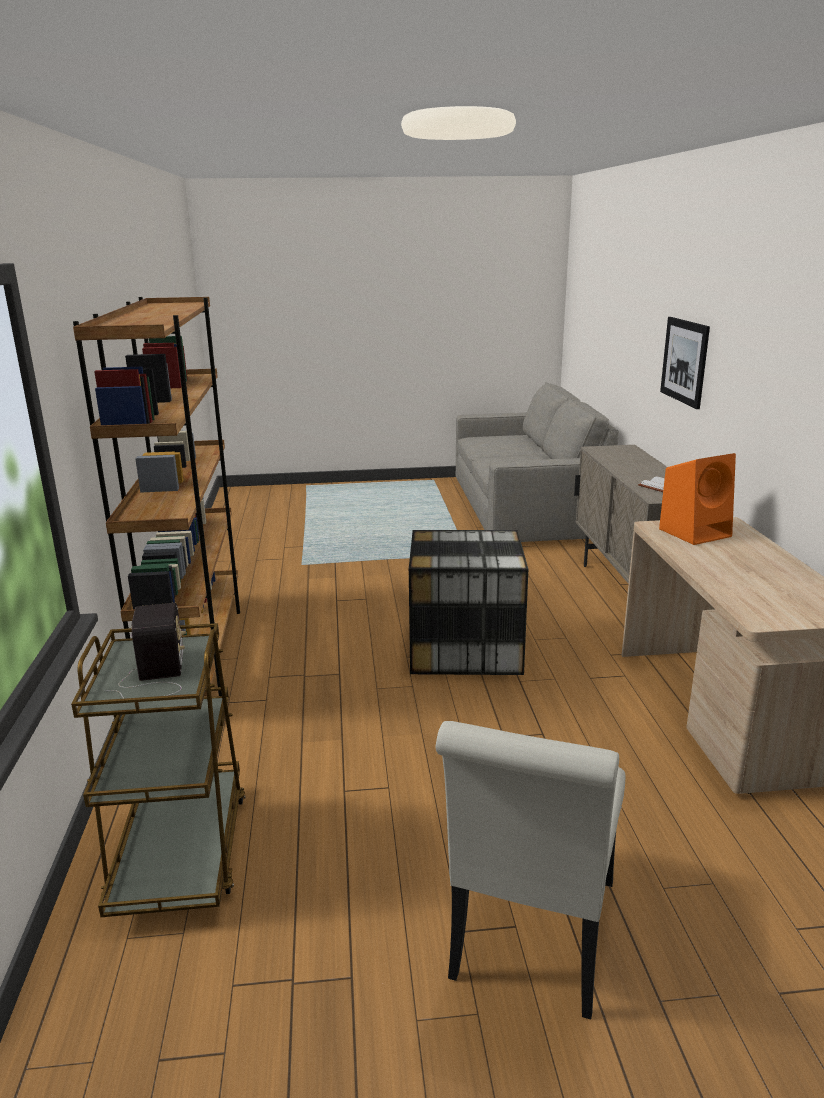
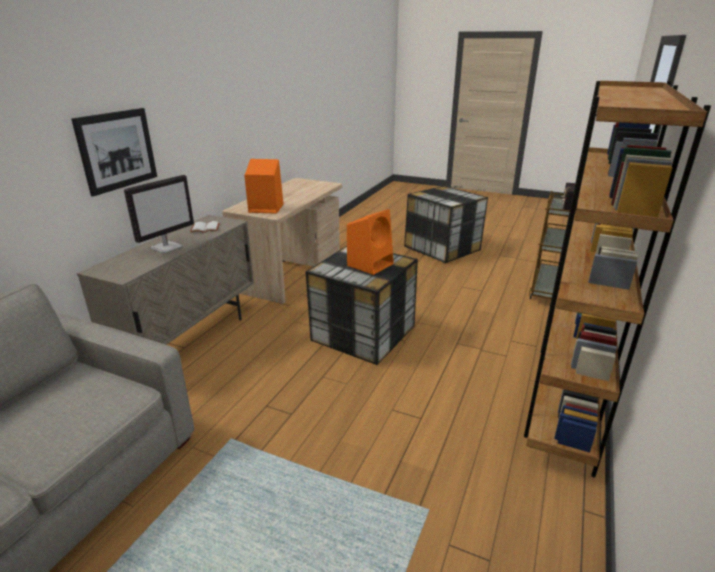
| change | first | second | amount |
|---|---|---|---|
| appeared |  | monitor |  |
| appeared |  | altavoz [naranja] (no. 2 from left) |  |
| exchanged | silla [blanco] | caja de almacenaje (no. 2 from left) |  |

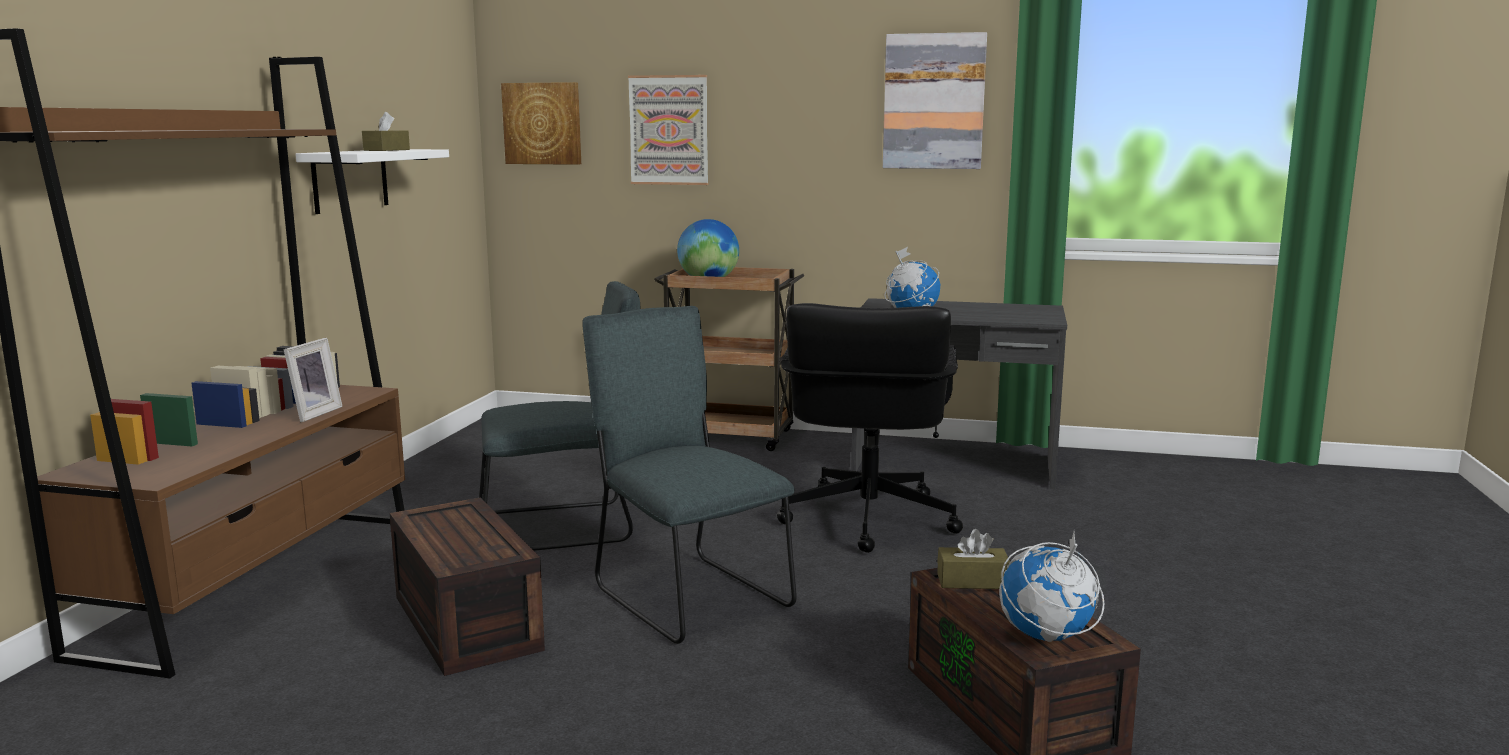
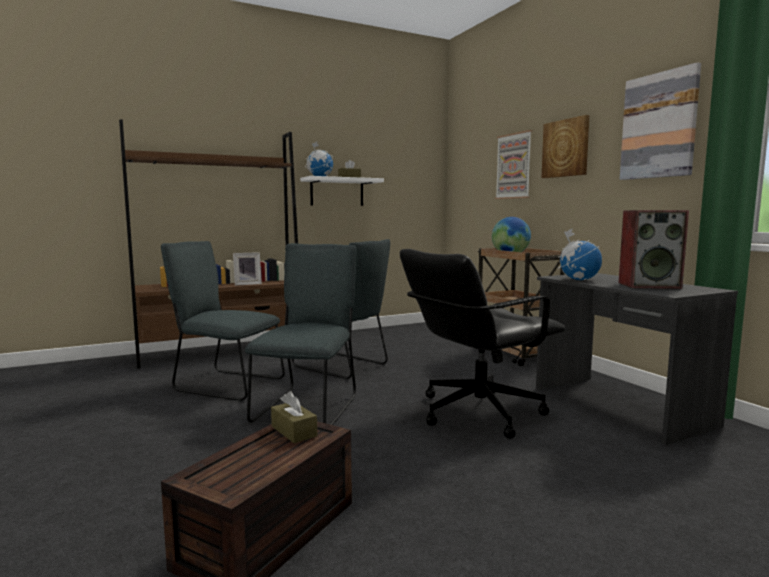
| change | first | second | amount |
|---|---|---|---|
| exchanged | caja de almacenaje [marrón] (no. 1 from left) | silla [gris] (no. 1 from left) |  |
| relocated | globo terráqueo (no. 3 from left in the first image) | globo terráqueo (no. 1 from left) |  |
| relocated | cuadro (no. 1 from left in the first image) | cuadro (no. 2 from left) |  |
| appeared |  | altavoz |  |

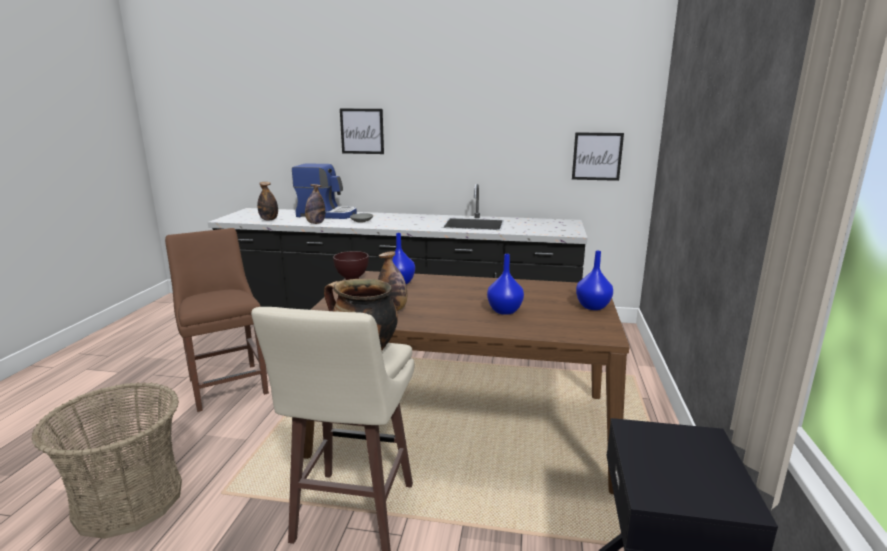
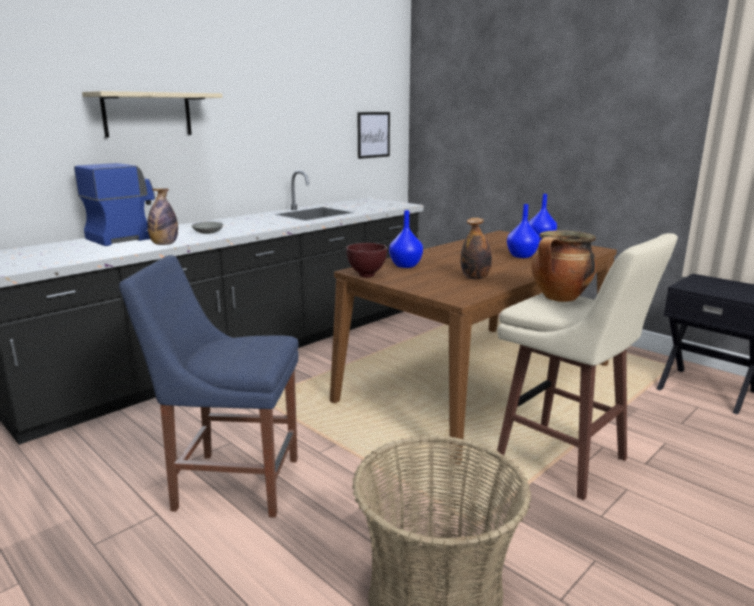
| change | first | second | amount |
|---|---|---|---|
| exchanged | cuadro (no. 1 from left) | estante [beis] |  |
| colour | silla [marrón] | silla [azul] |  |
| missing | botella (no. 1 from left) |  |  |

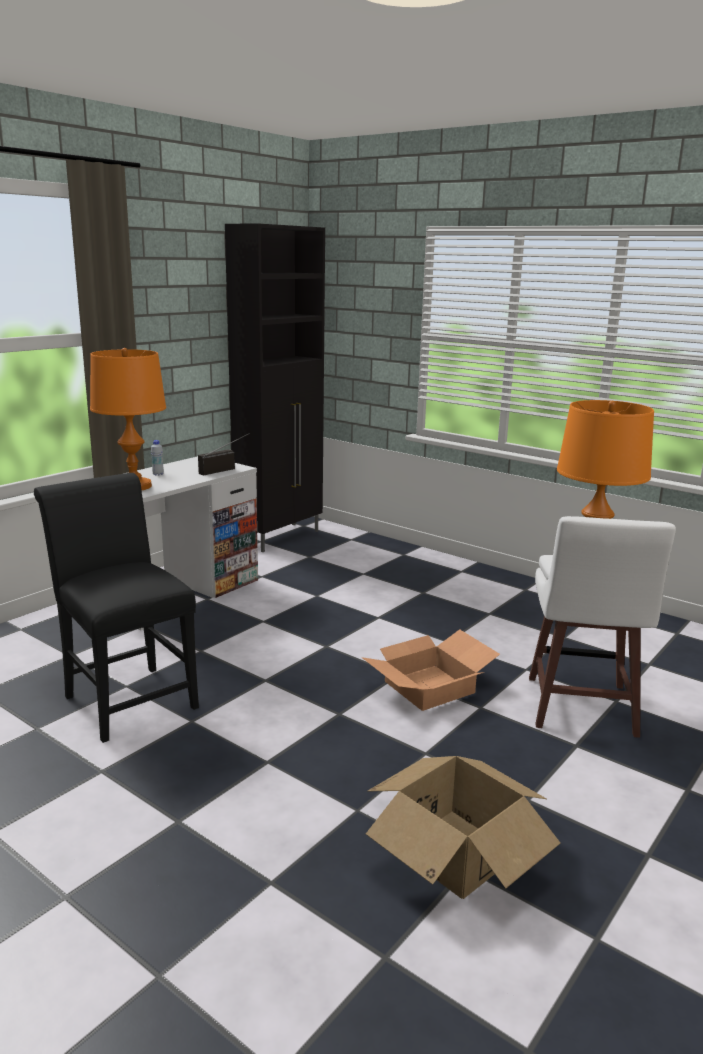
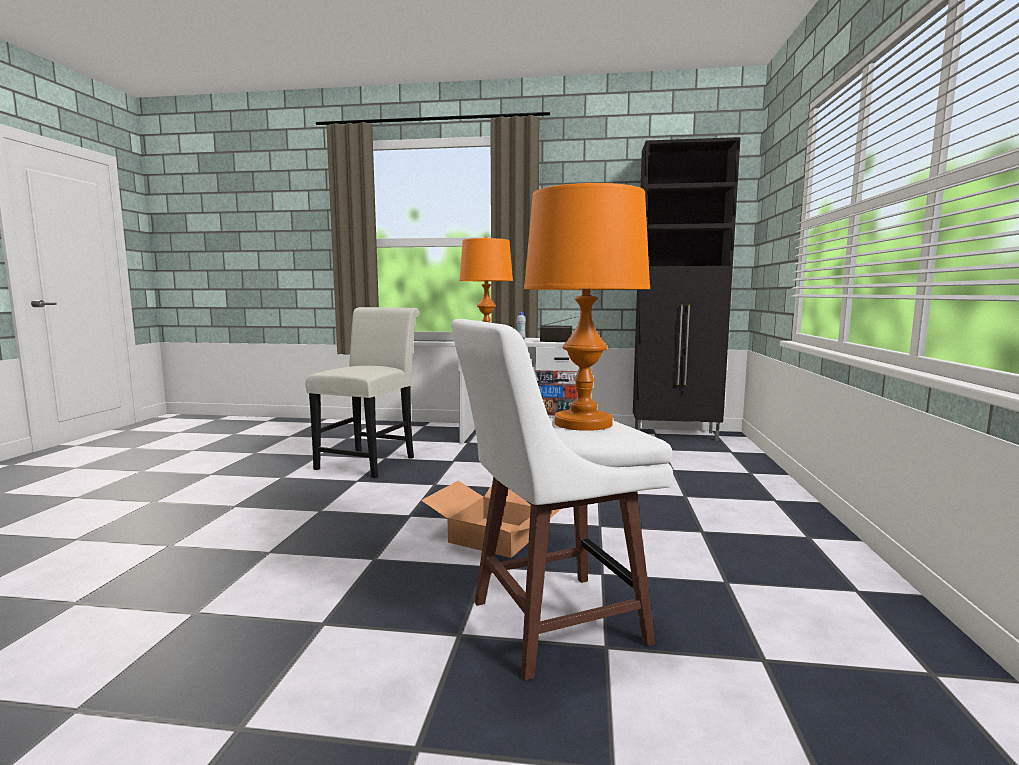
| change | first | second | amount |
|---|---|---|---|
| colour | silla [negro] | silla [blanco] |  |
| missing | caja de cartón (no. 2 from left) |  |  |

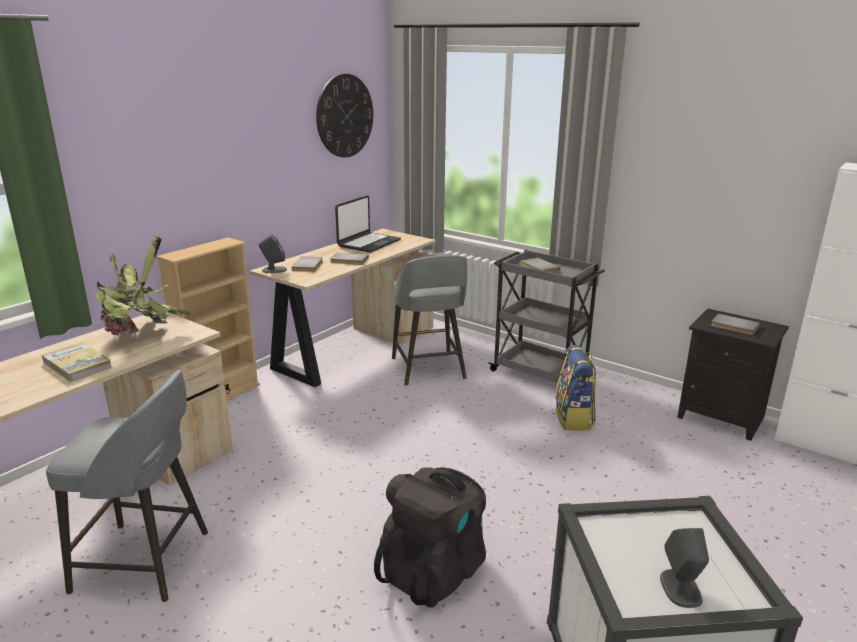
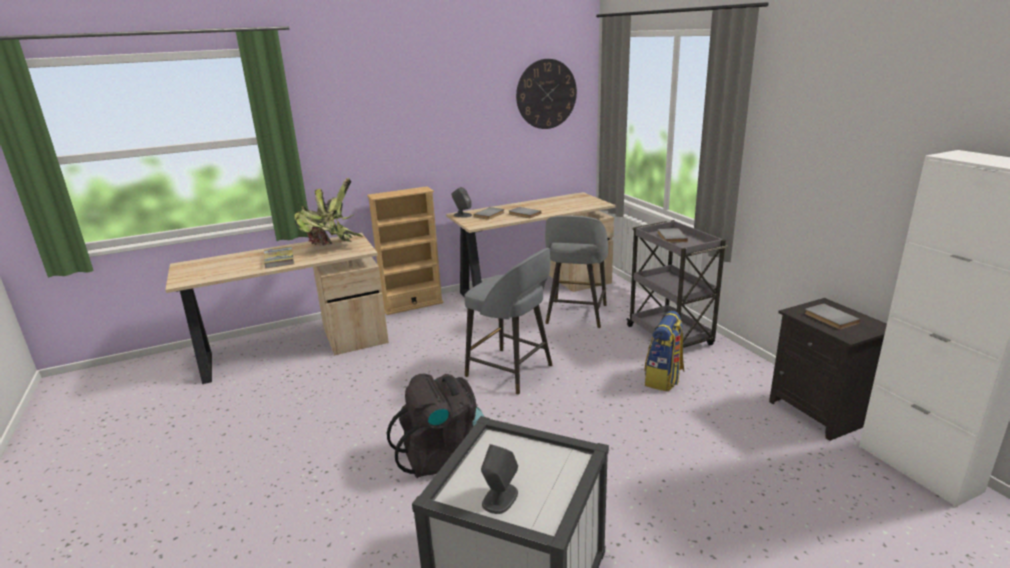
| change | first | second | amount |
|---|---|---|---|
| relocated | taburete [gris] (no. 1 from left) |  |  |
| missing | portátil |  |  |

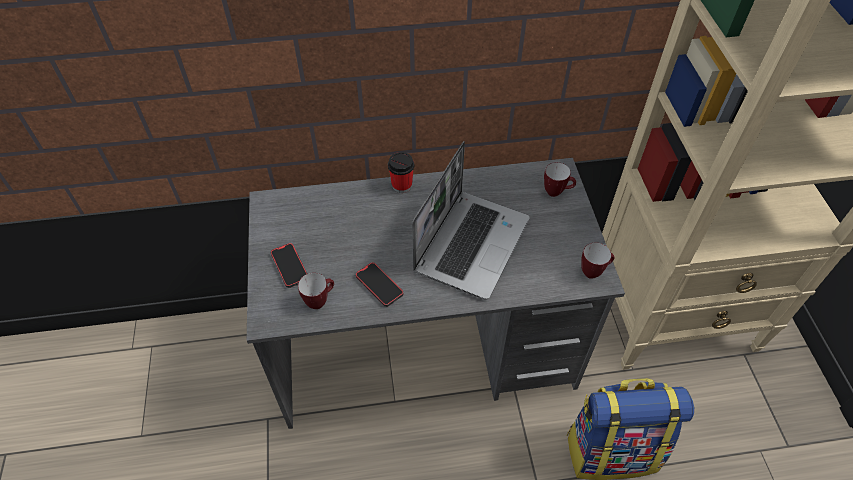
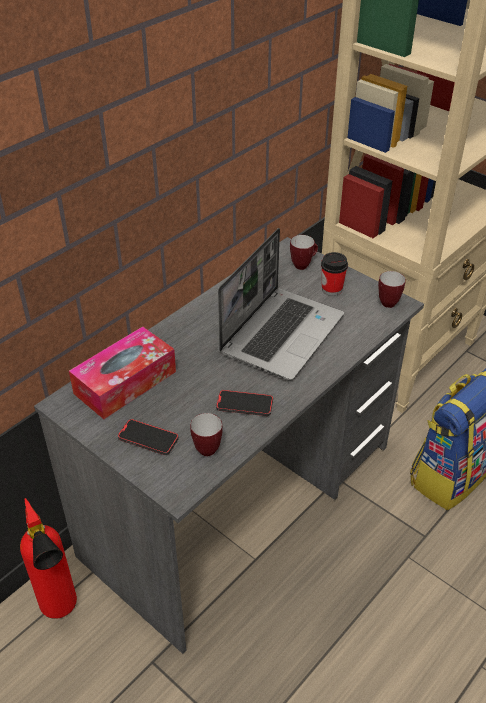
| change | first | second | amount |
|---|---|---|---|
| appeared |  | extintor |  |
| appeared |  | caja de pañuelos |  |
| spun | portátil |  | 45 degrees clockwise |
| relocated | taza |  |  |

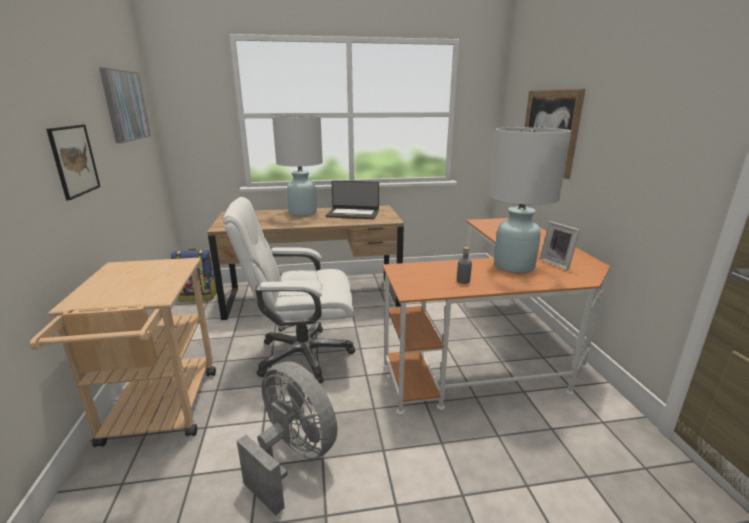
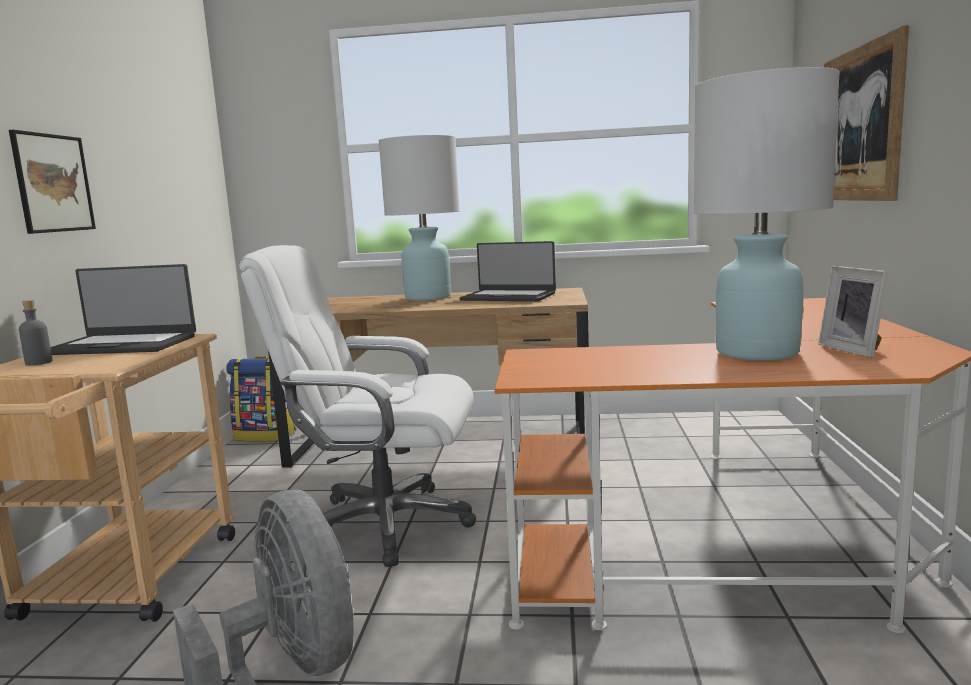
| change | first | second | amount |
|---|---|---|---|
| relocated | botella [gris] |  |  |
| appeared |  | portátil (no. 1 from left) |  |
| missing | cuadro (no. 2 from left) |  |  |

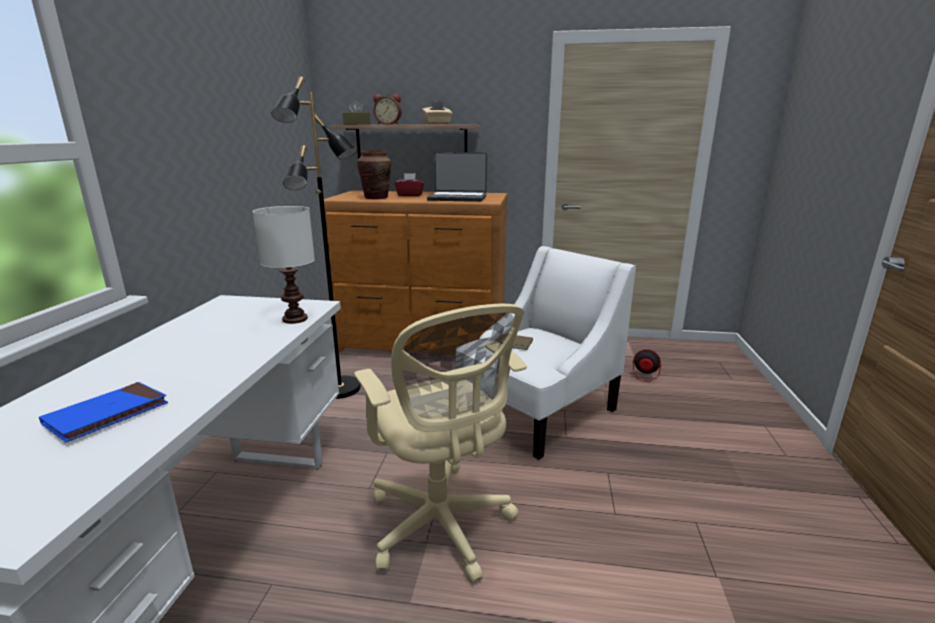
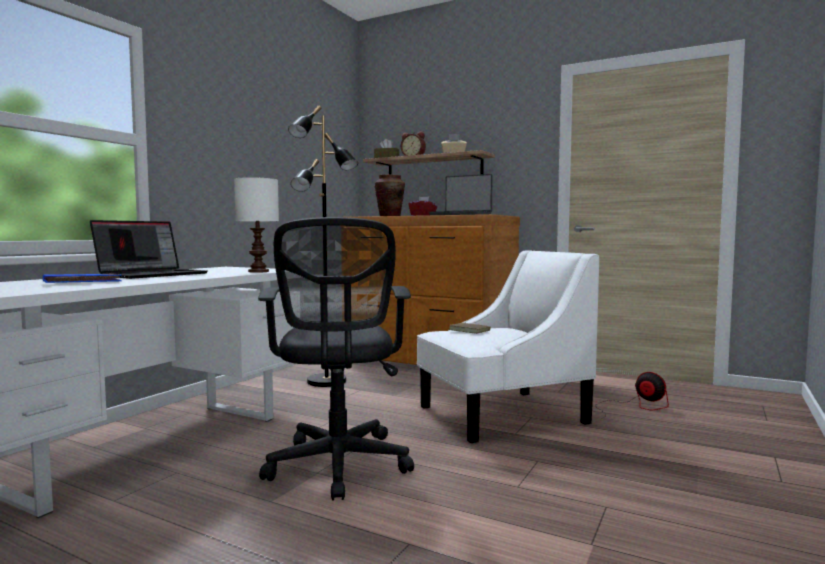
| change | first | second | amount |
|---|---|---|---|
| appeared |  | portátil (no. 1 from left) |  |
| colour | silla de oficina [beis] | silla de oficina [negro] |  |

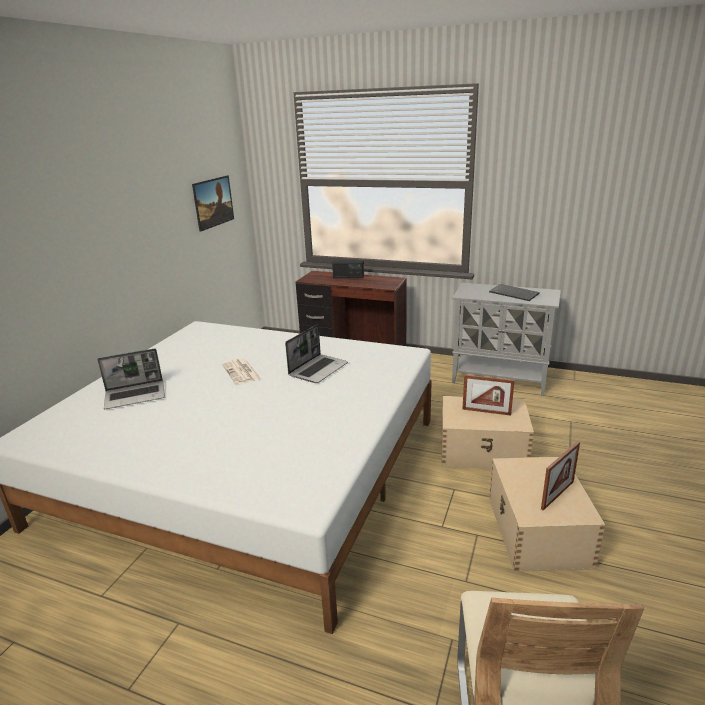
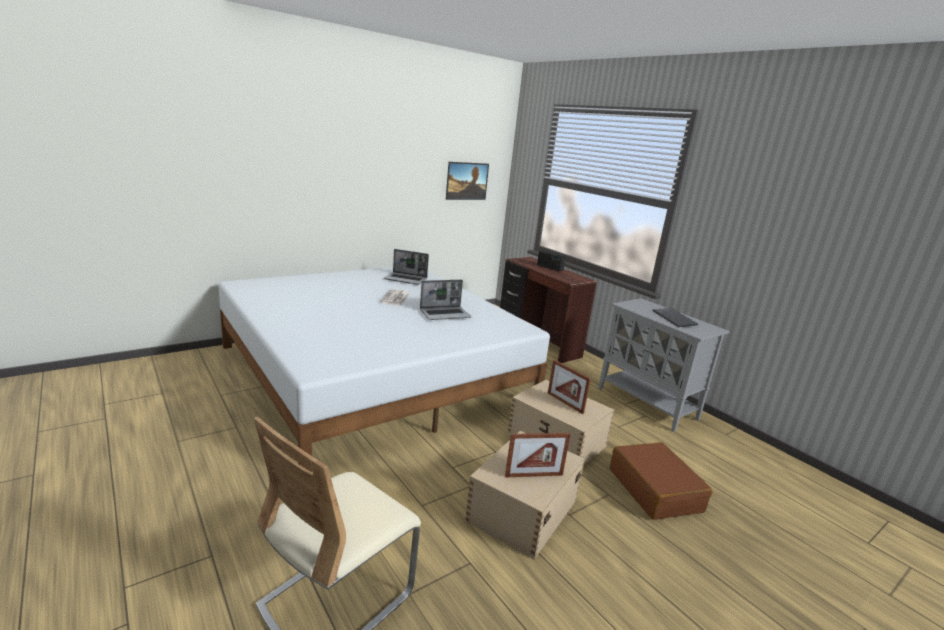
| change | first | second | amount |
|---|---|---|---|
| relocated | portátil (no. 1 from left) |  |  |
| appeared |  | maleta [marrón] |  |

